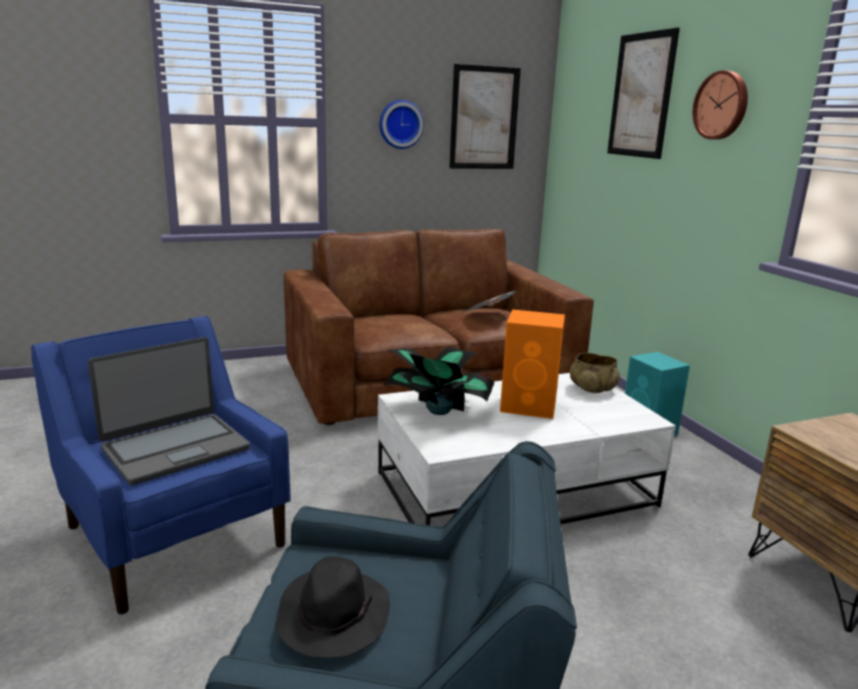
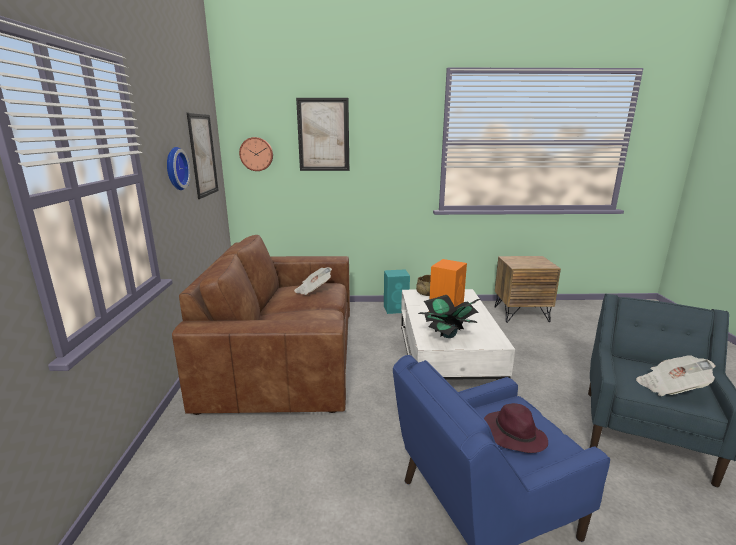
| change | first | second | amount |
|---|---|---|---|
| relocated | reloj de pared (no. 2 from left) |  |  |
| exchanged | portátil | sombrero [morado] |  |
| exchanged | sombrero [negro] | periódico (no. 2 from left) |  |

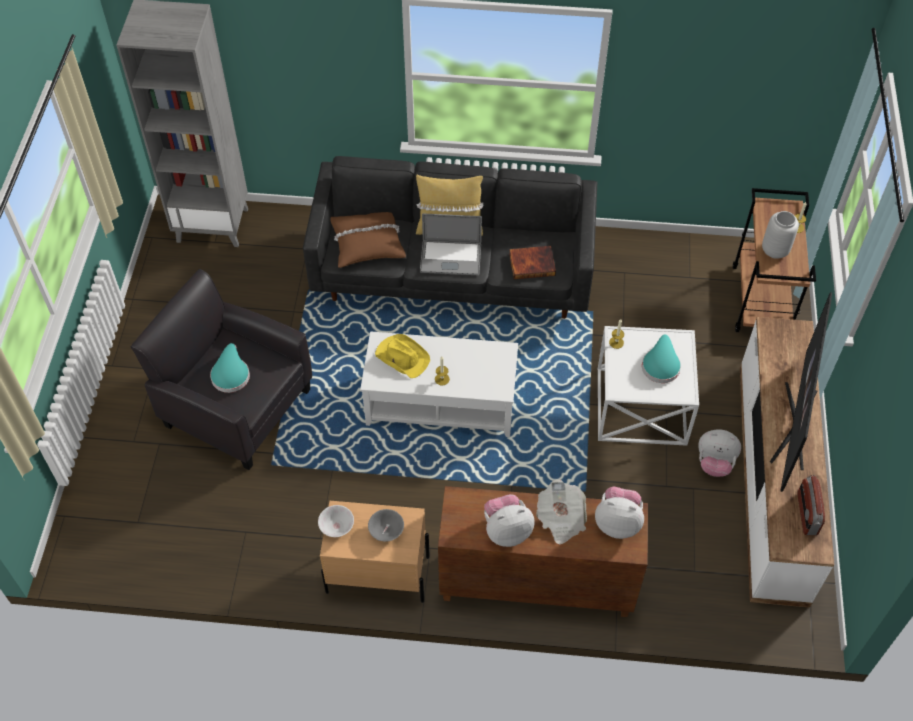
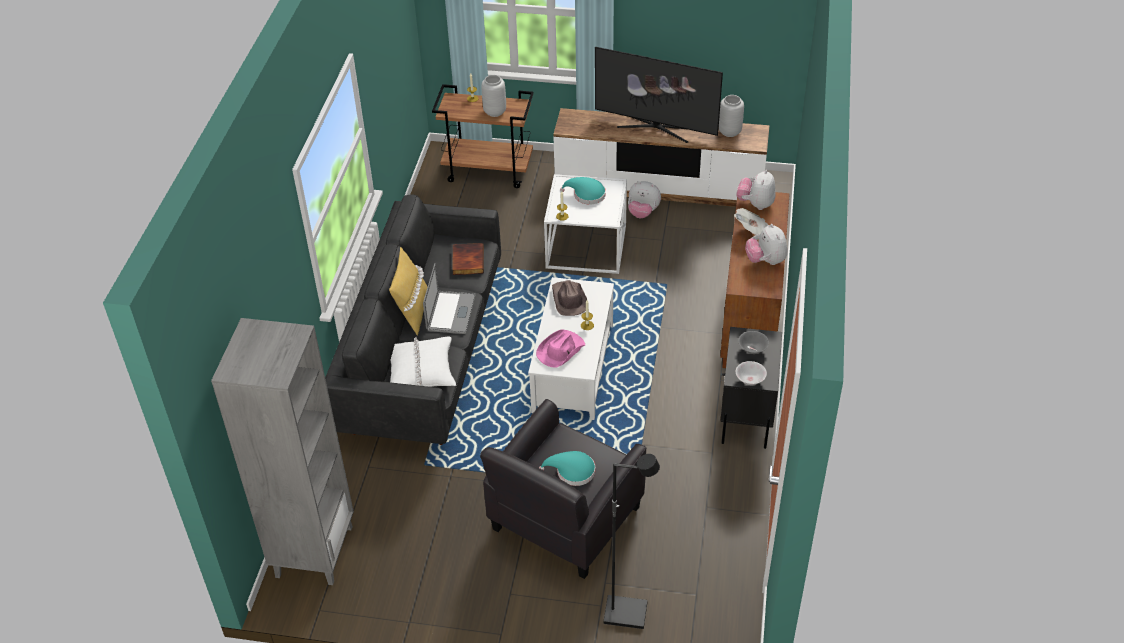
| change | first | second | amount |
|---|---|---|---|
| colour | cojín [marrón] | cojín [blanco] |  |
| colour | sombrero [amarillo] | sombrero [rosa] |  |
| appeared |  | sombrero [marrón] |  |
| appeared |  | lámpara de pie [negro] |  |
| spun | peluche (no. 3 from left in the first image) | peluche (no. 1 from left) | 90 degrees clockwise |
| exchanged | radio | florero [gris] (no. 2 from left) |  |
| colour | mesita de noche [beis] | mesita de noche [negro] |  |

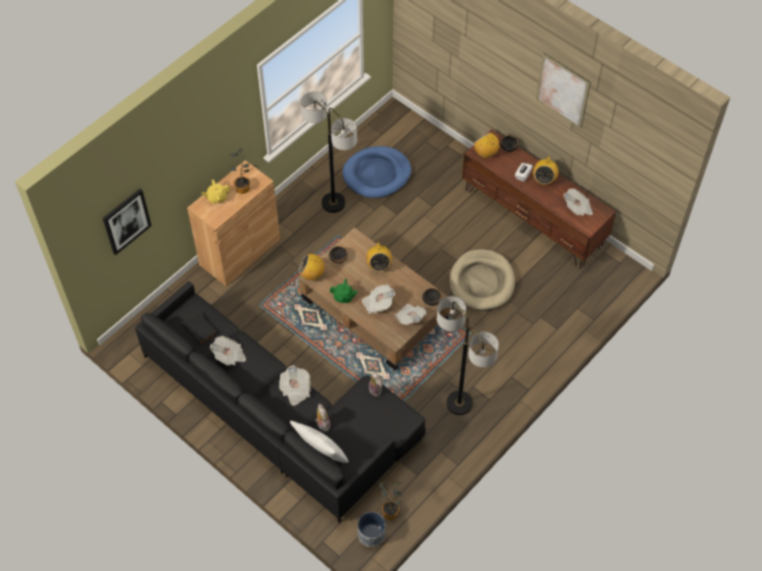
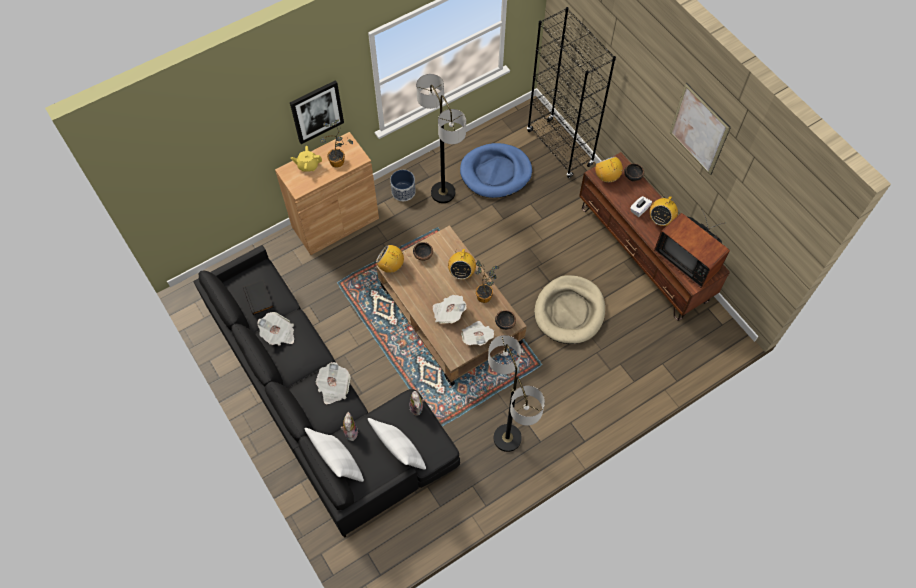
| change | first | second | amount |
|---|---|---|---|
| relocated | cuadro (no. 1 from left) |  |  |
| appeared |  | cojín [blanco] (no. 2 from left) |  |
| relocated | maceta |  |  |
| relocated | planta en maceta (no. 2 from left) |  |  |
| appeared |  | estantería [negro] |  |
| exchanged | periódico (no. 5 from left) | televisor |  |
| missing | tetera [verde] |  |  |

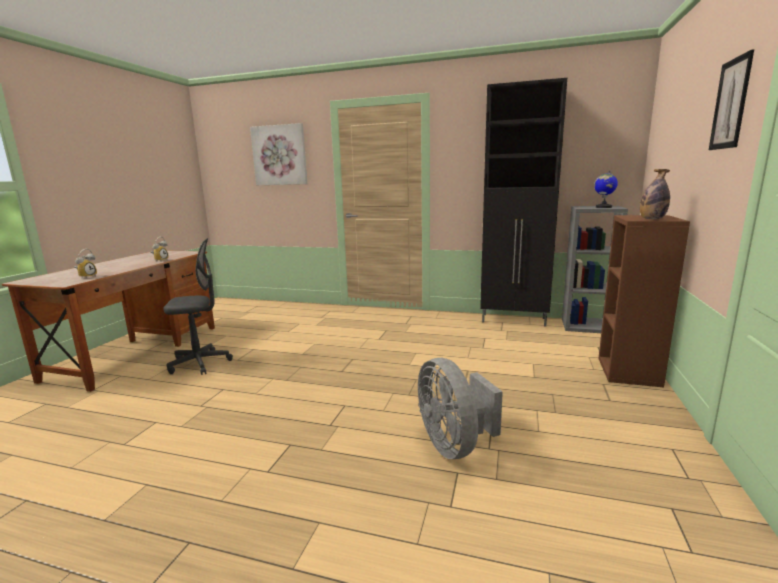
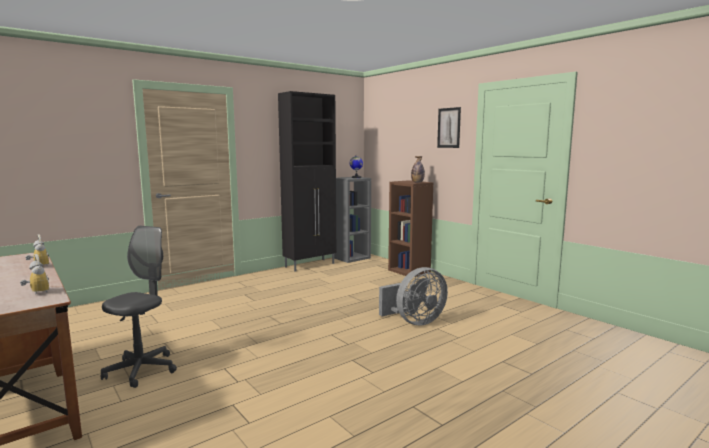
| change | first | second | amount |
|---|---|---|---|
| spun | ventilador [gris] |  | 45 degrees counterclockwise |
| missing | cuadro (no. 1 from left) |  |  |

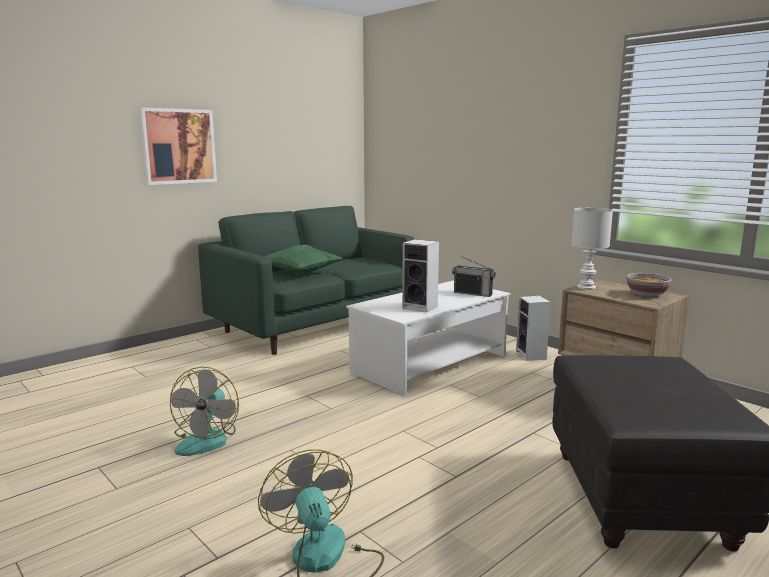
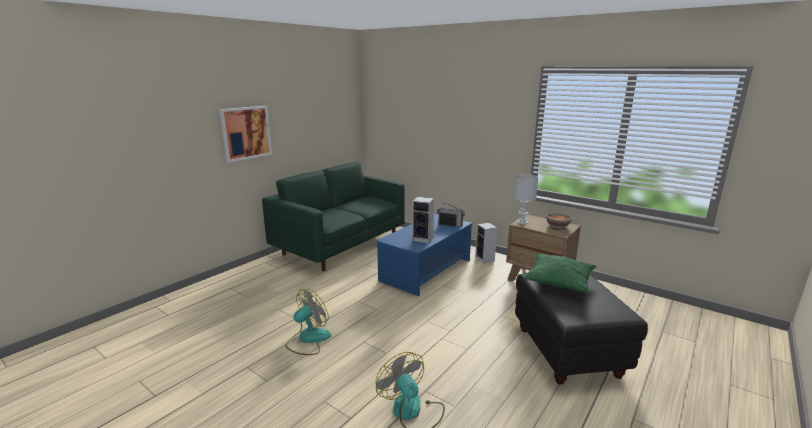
| change | first | second | amount |
|---|---|---|---|
| spun | ventilador (no. 1 from left) |  | 135 degrees counterclockwise |
| colour | mesa de centro [blanco] | mesa de centro [azul] |  |
| relocated | cojín [verde] |  |  |

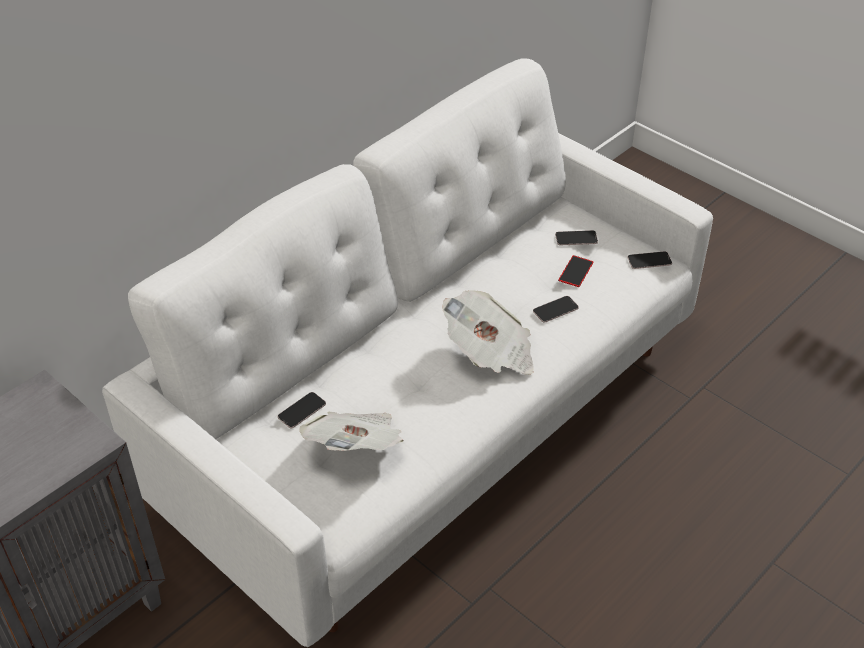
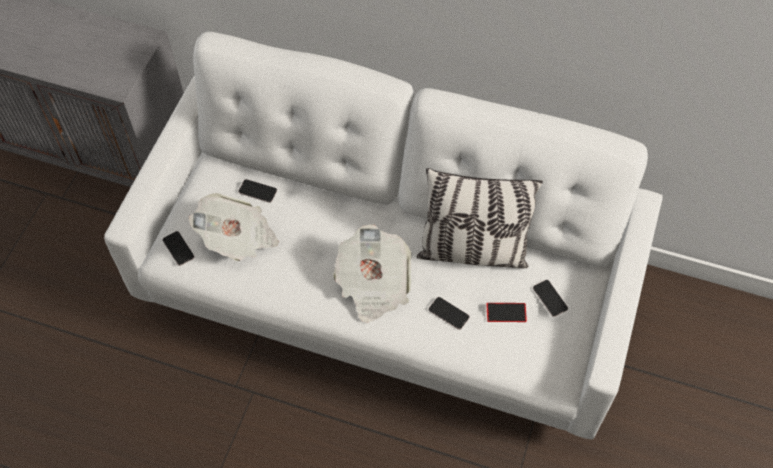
| change | first | second | amount |
|---|---|---|---|
| relocated | móvil (no. 5 from left in the first image) | móvil (no. 1 from left) |  |
| appeared |  | cojín |  |

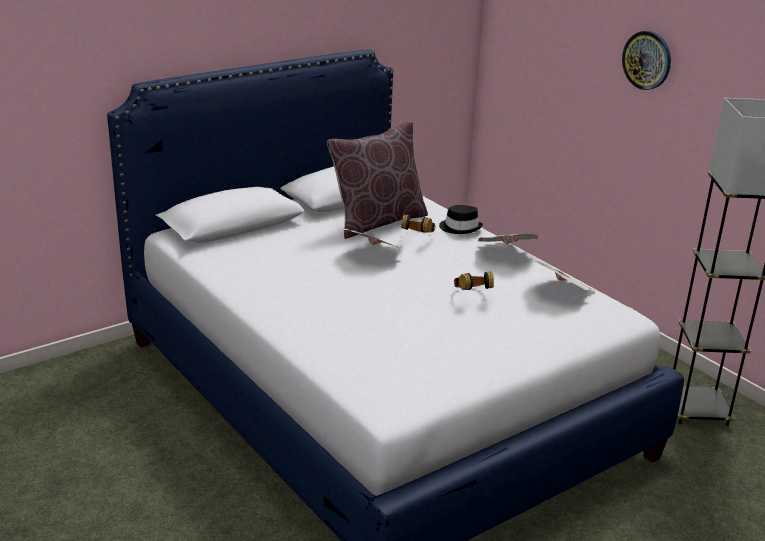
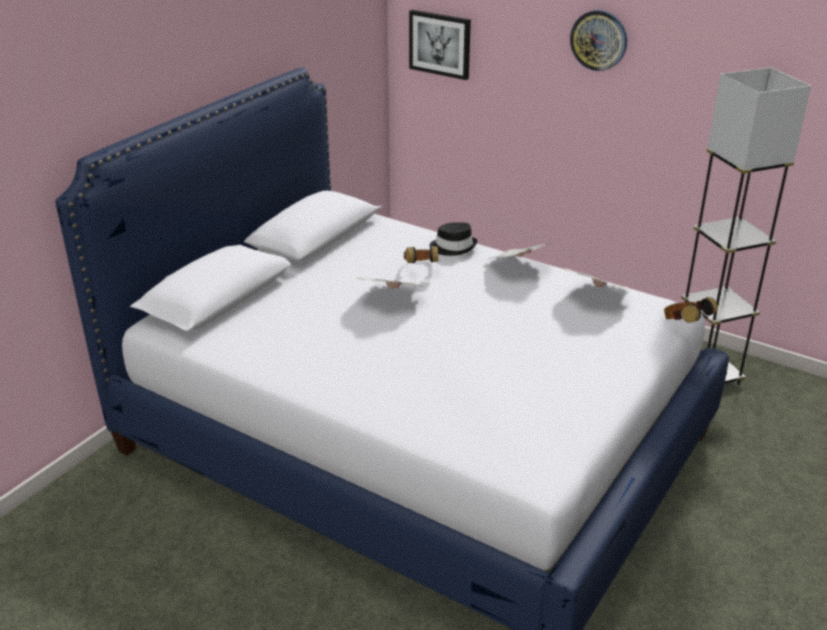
| change | first | second | amount |
|---|---|---|---|
| appeared |  | cuadro |  |
| relocated | auriculares (no. 2 from left) |  |  |
| missing | cojín [marrón] |  |  |

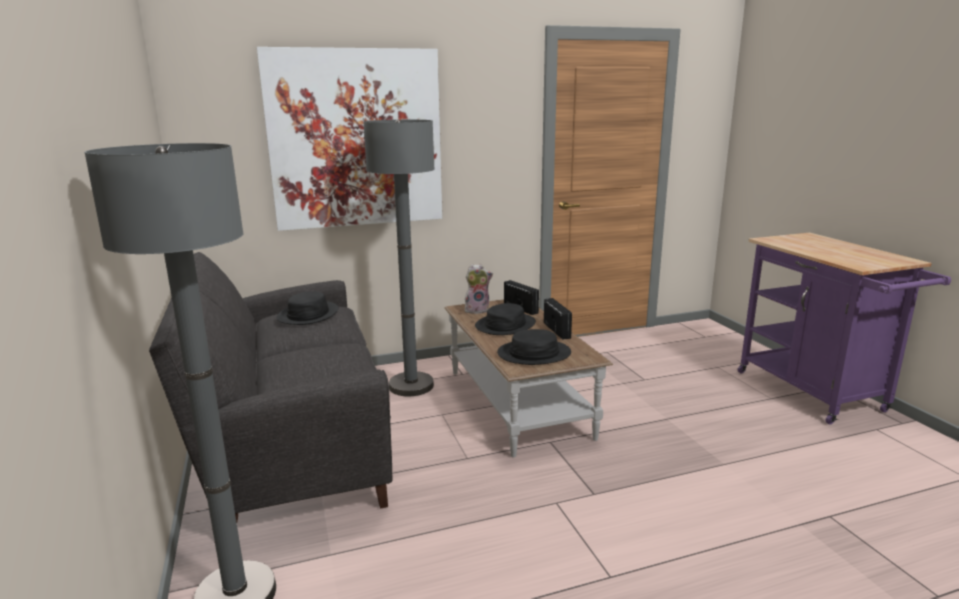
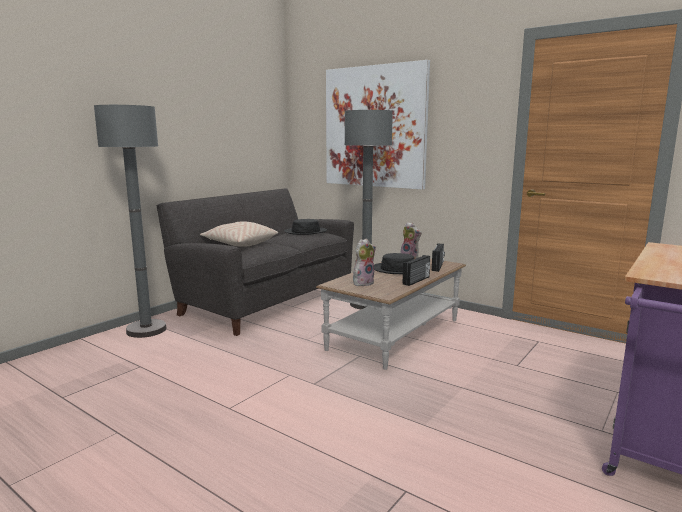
| change | first | second | amount |
|---|---|---|---|
| appeared |  | cojín [beis] |  |
| exchanged | sombrero [negro] (no. 3 from left) | peluche (no. 1 from left) |  |

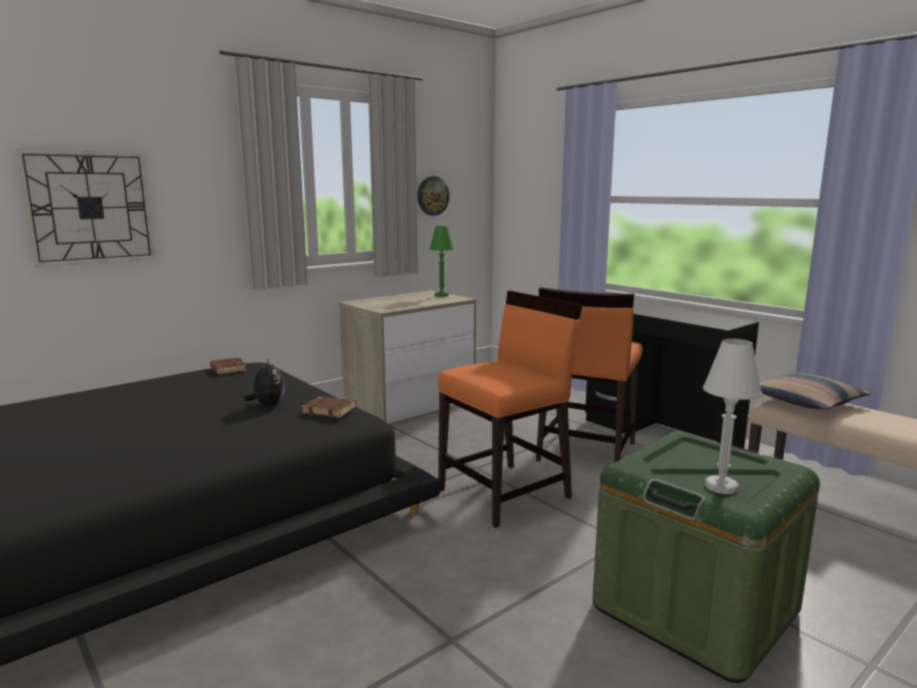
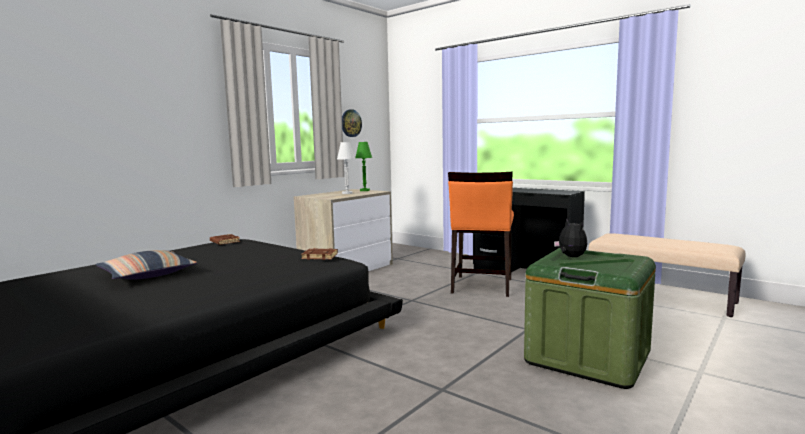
| change | first | second | amount |
|---|---|---|---|
| relocated | cojín |  |  |
| relocated | lámpara de mesa [blanco] |  |  |
| relocated | peluche |  |  |
| missing | reloj de pared (no. 1 from left) |  |  |
| missing | silla [naranja] (no. 1 from left) |  |  |

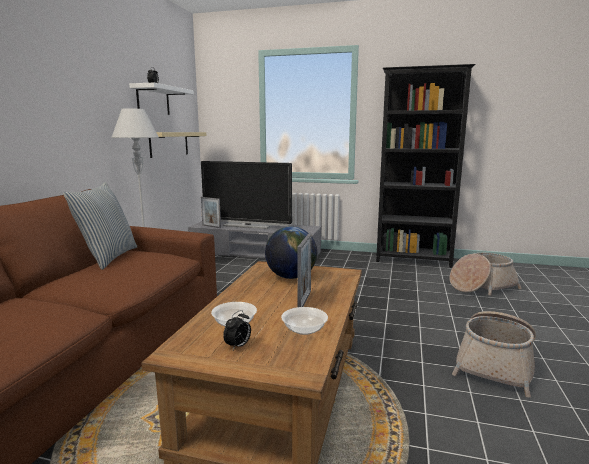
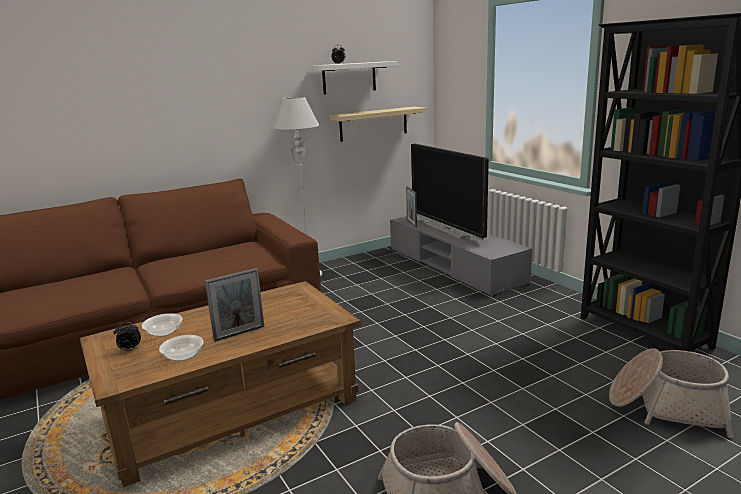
| change | first | second | amount |
|---|---|---|---|
| missing | cojín |  |  |
| missing | globo terráqueo |  |  |

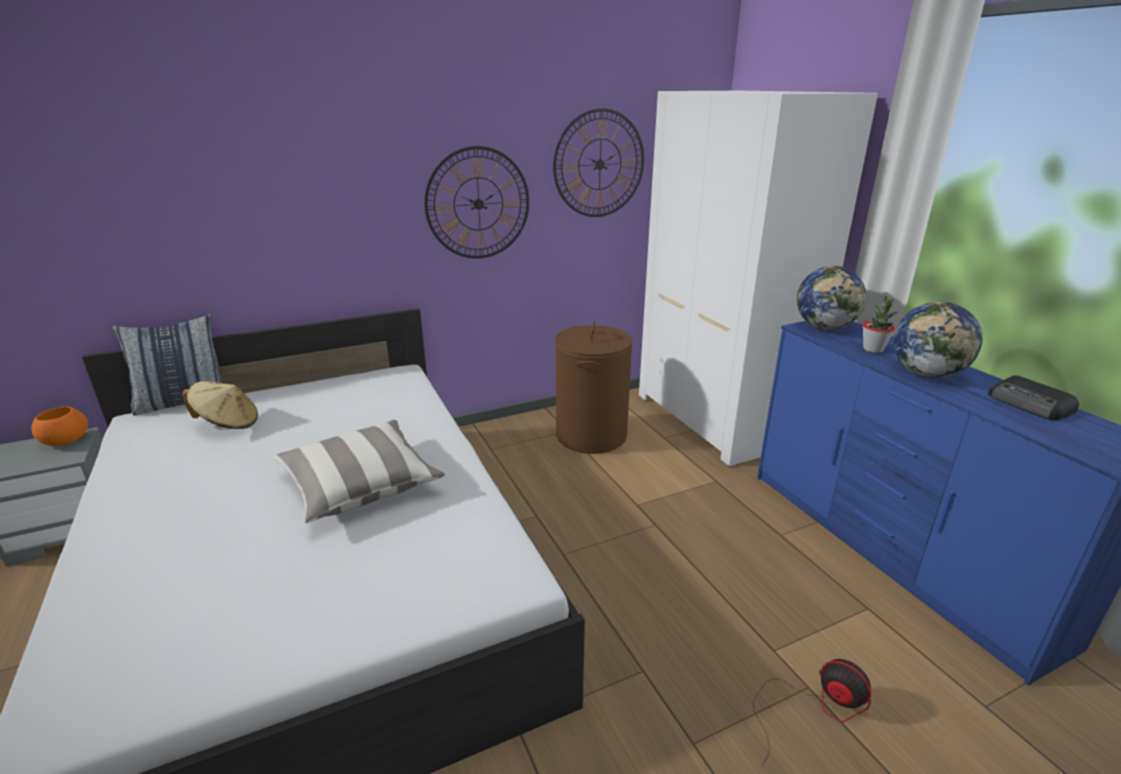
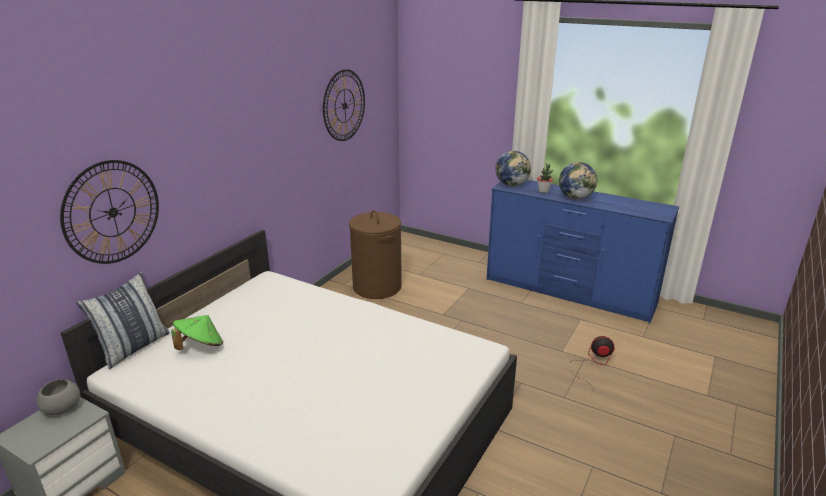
| change | first | second | amount |
|---|---|---|---|
| colour | cuenco [naranja] | cuenco [gris] |  |
| relocated | reloj de pared (no. 1 from left) |  |  |
| colour | sombrero [beis] | sombrero [verde] |  |
| missing | cojín (no. 2 from left) |  |  |
| missing | armario ropero [blanco] |  |  |
| missing | radio |  |  |

